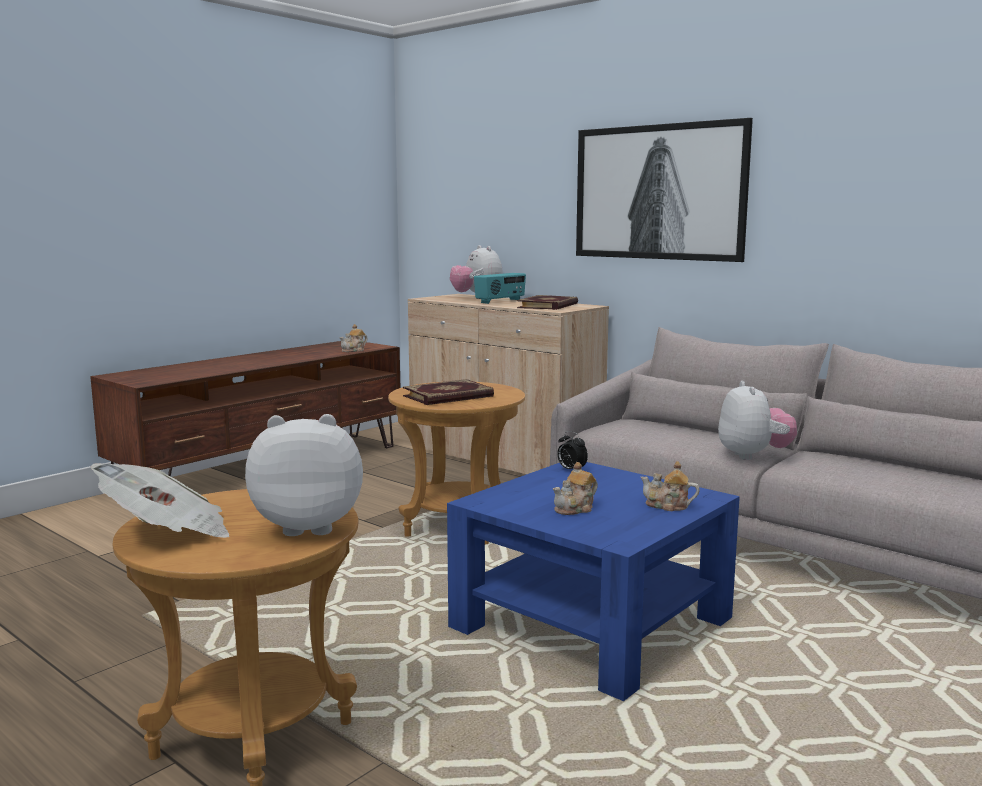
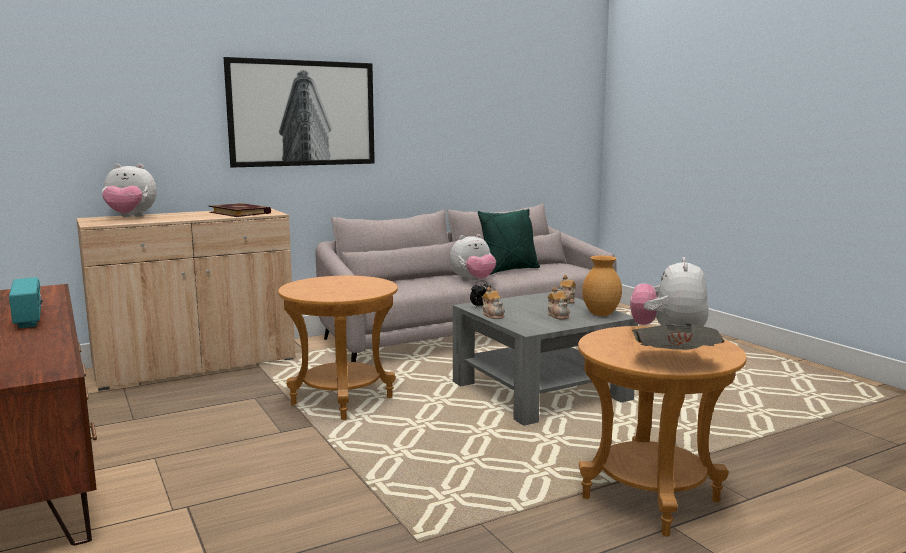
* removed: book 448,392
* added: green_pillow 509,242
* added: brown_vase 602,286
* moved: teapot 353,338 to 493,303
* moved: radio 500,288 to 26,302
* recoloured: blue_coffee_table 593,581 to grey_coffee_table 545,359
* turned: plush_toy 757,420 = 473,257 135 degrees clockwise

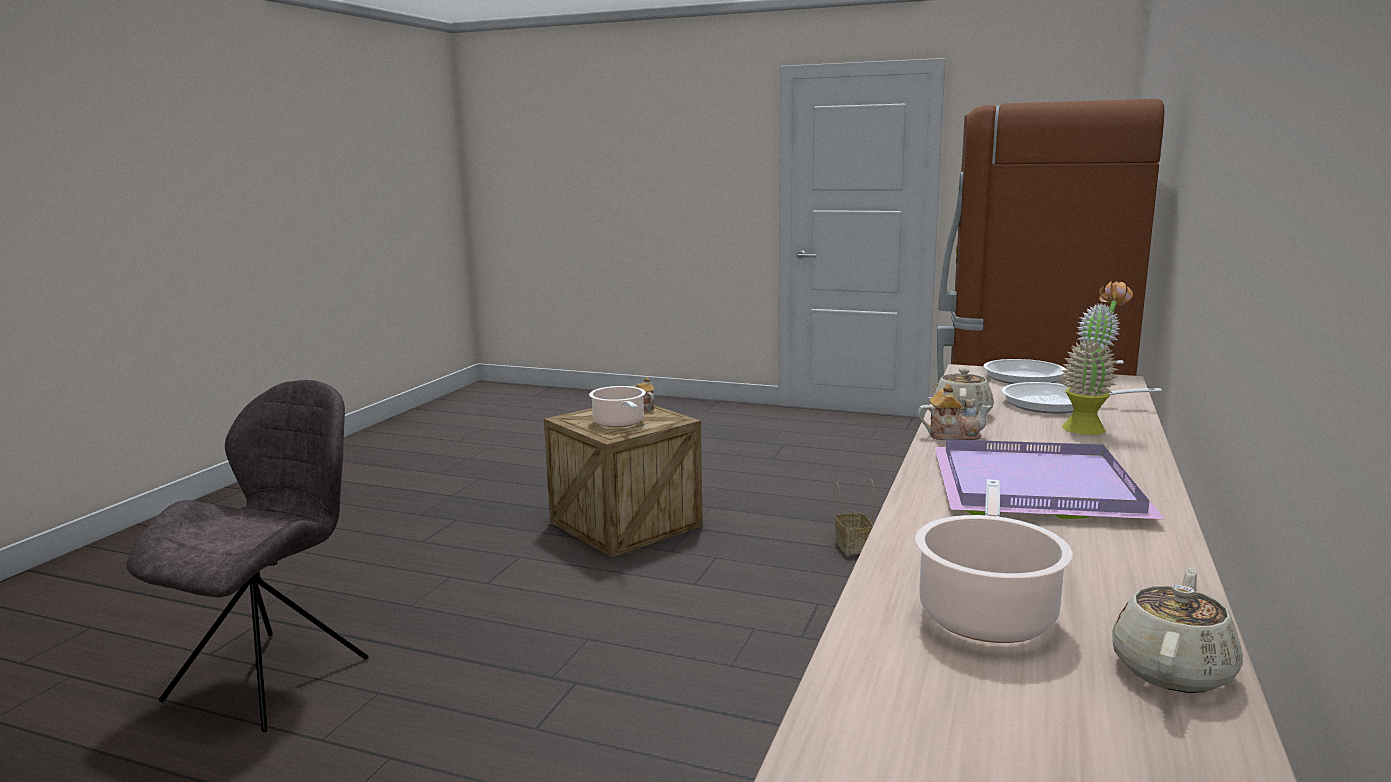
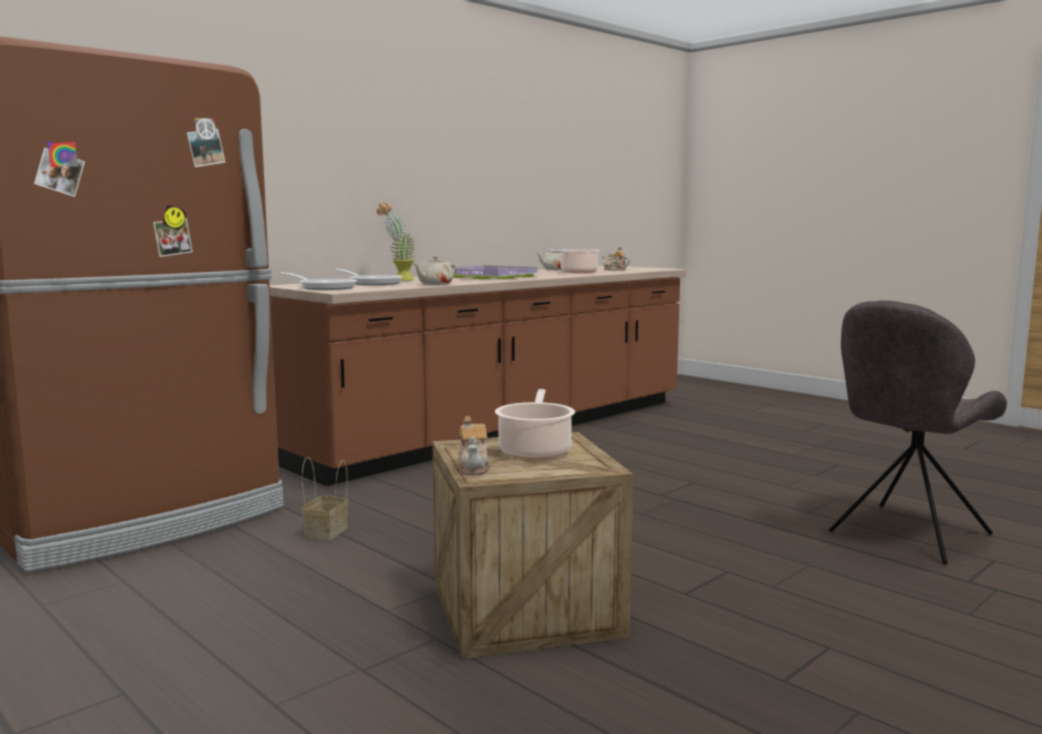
* moved: teapot 955,411 to 616,258

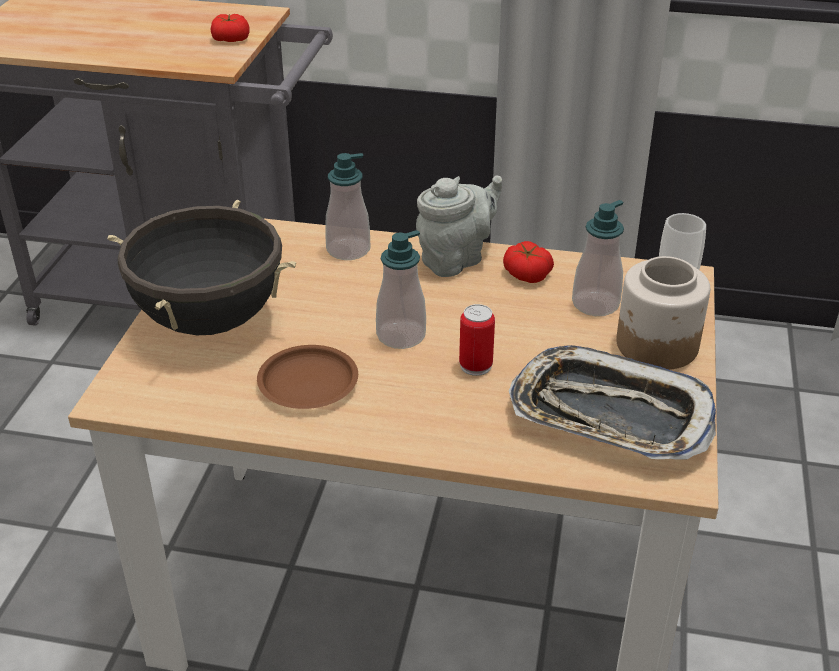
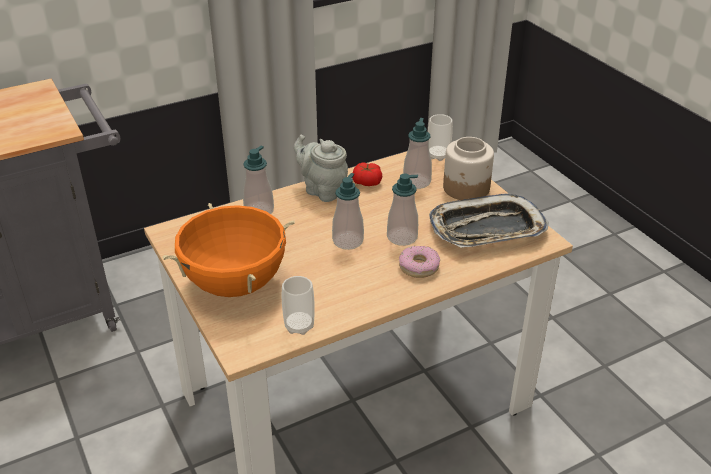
* removed: tomato 230,28
* removed: brown_plate 307,377
* added: cup 298,305
* added: donut 419,262
* replaced: can 477,340 to soap_dispenser 402,209
* recoloured: black_cooking_pot 202,267 to orange_cooking_pot 228,250
* turned: grey_teapot 459,226 = 321,168 60 degrees counterclockwise

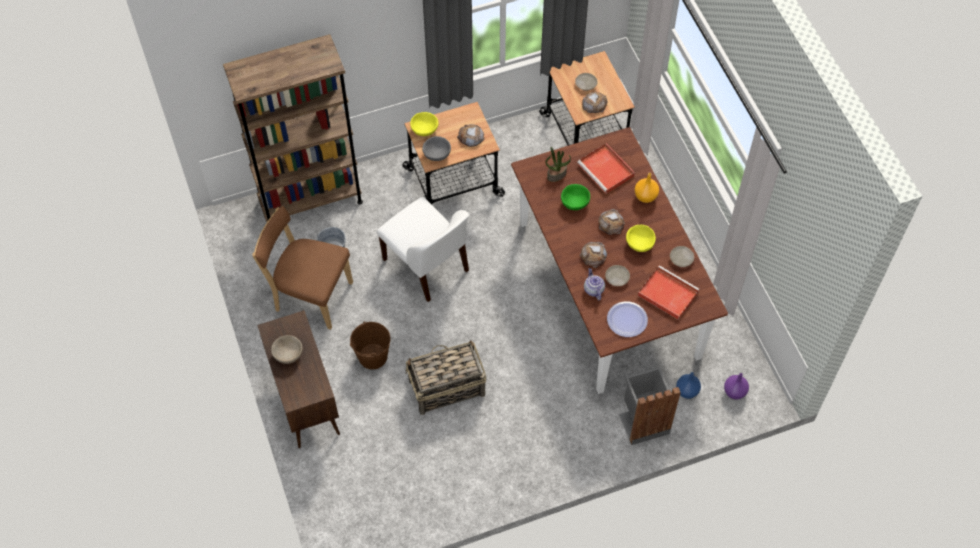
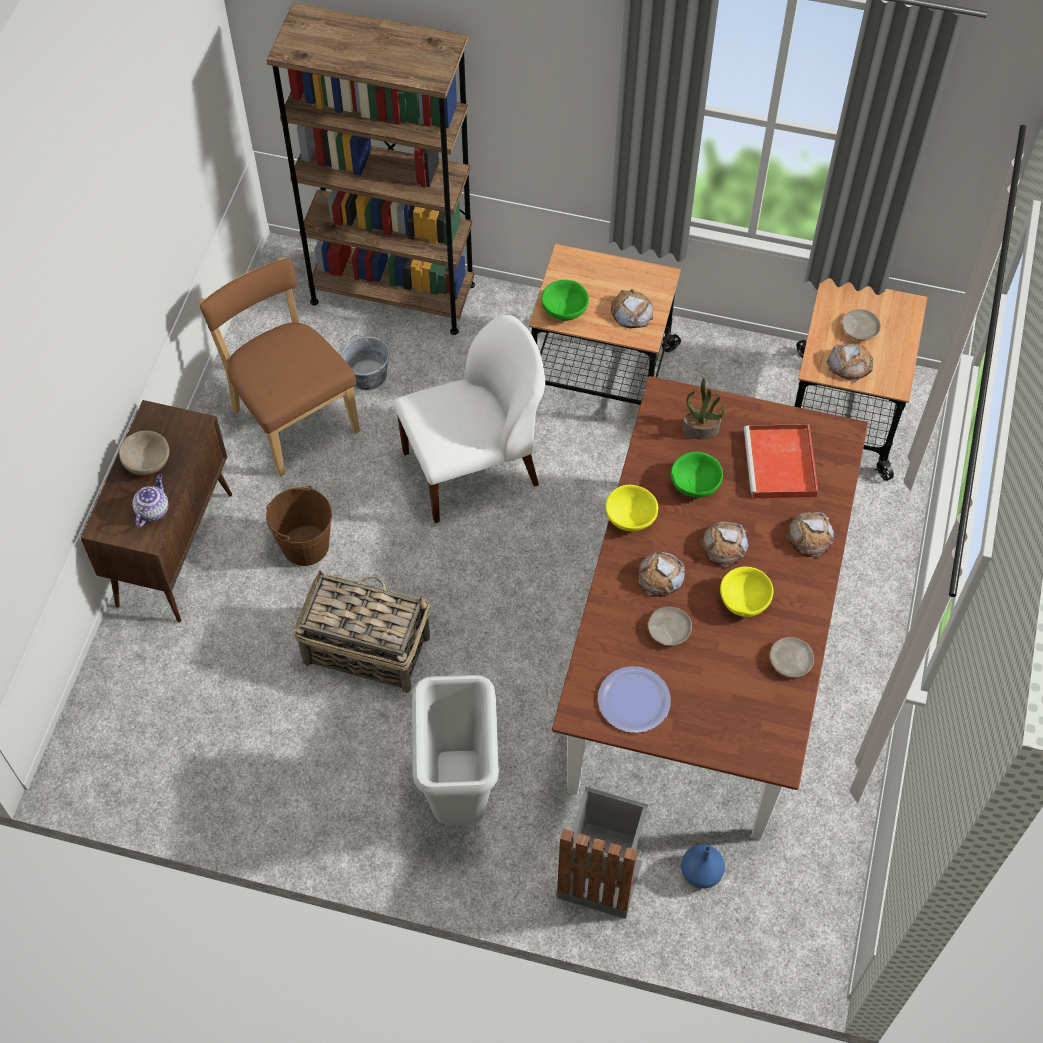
* removed: red_tray 669,292
* removed: purple_vase 736,386
* added: grey_trash_can 455,750
* moved: yellow_bowl 424,124 to 632,508
* moved: teapot 594,284 to 150,501
* replaced: orange_vase 647,188 to bread 810,535
* recoloured: grey_bowl 436,148 to green_bowl 565,300
* turned: white_chair 423,249 = 469,419 105 degrees counterclockwise

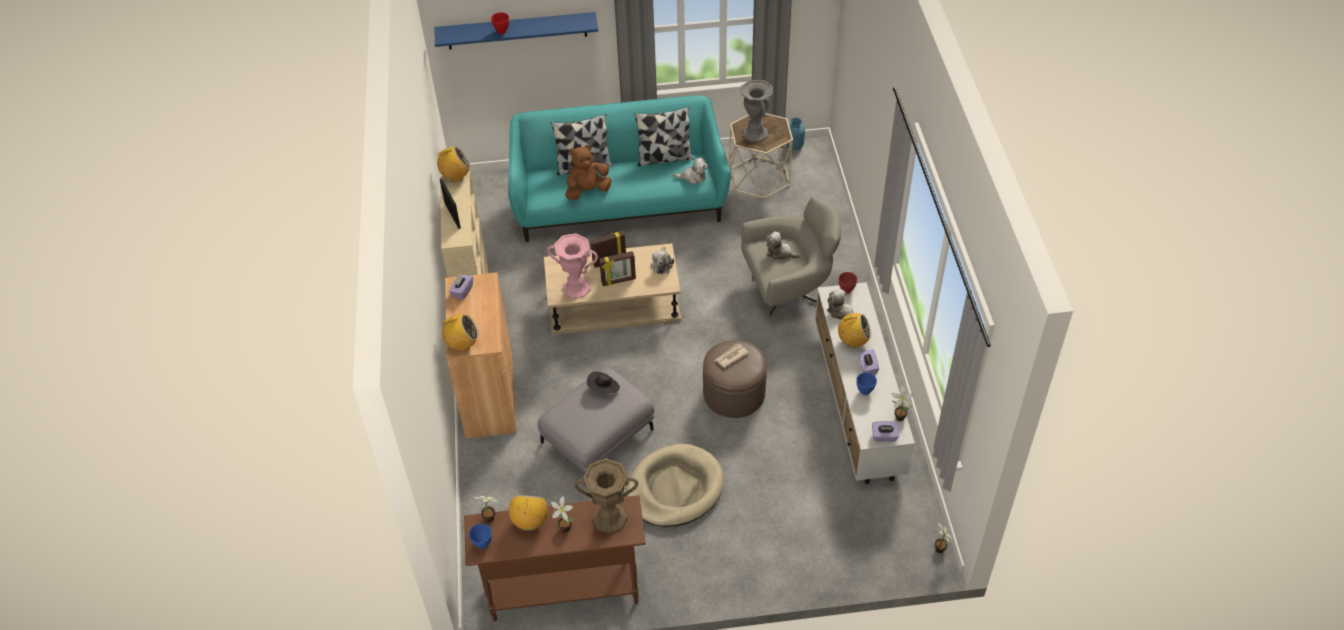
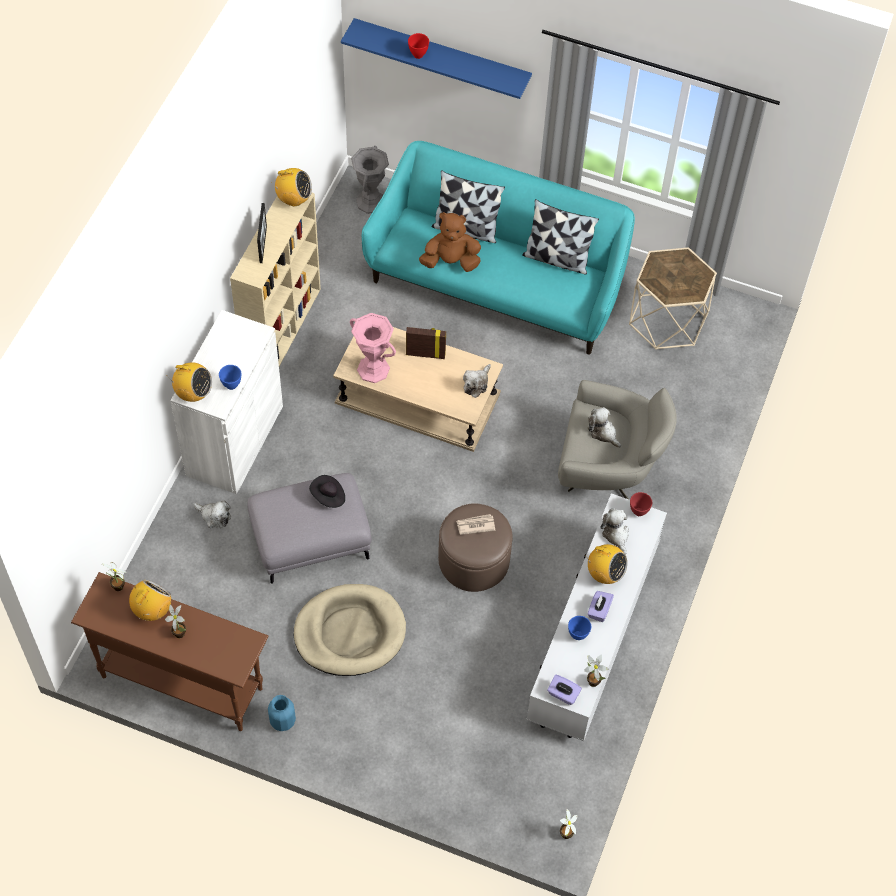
* removed: purple_tissue_box 461,287
* removed: brown_vase 606,496
* removed: picture_frame 617,268
* moved: blue_bowl 480,536 to 230,377
* moved: plush_toy 690,171 to 212,514
* moved: grey_vase 757,111 to 370,180
* moved: blue_vase 795,134 to 282,713
* recoloured: brown_cabinet 481,355 to white_cabinet 227,402

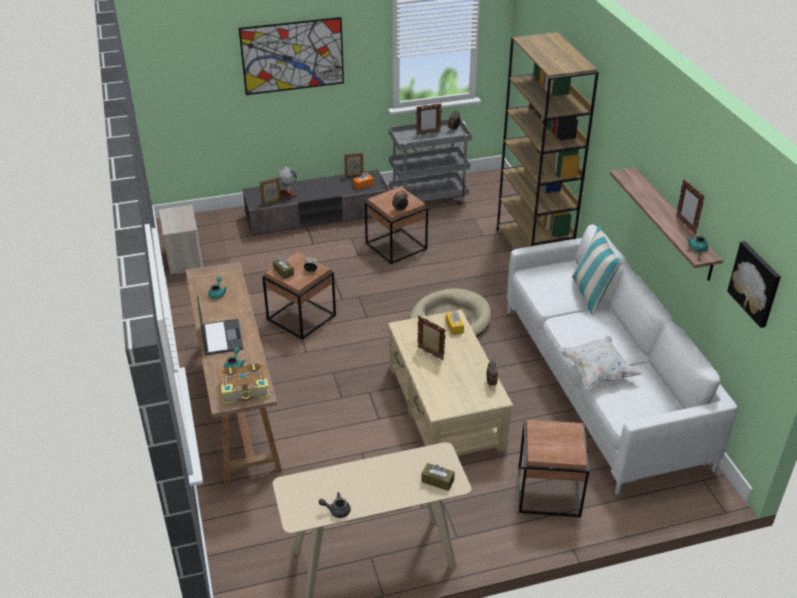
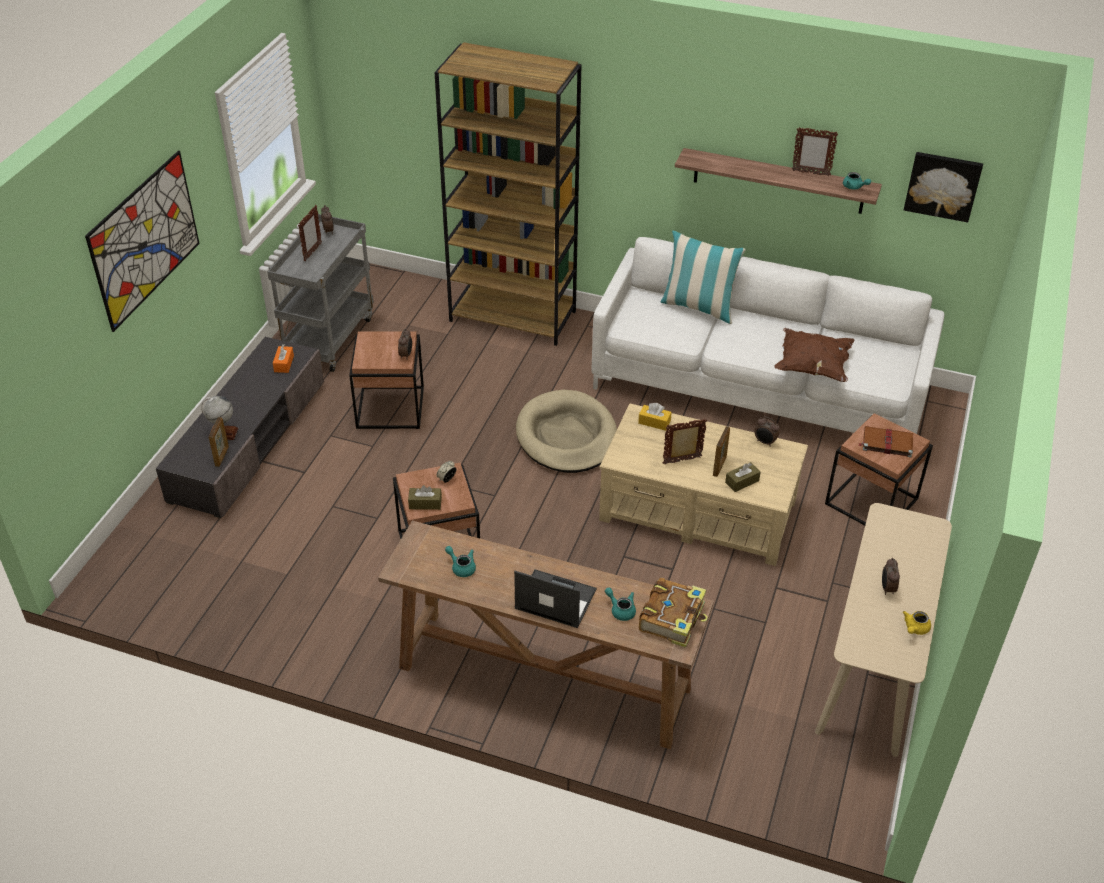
* removed: nightstand 181,240
* added: brown_book 885,441
* added: alarm_clock 891,576
* moved: picture_frame 353,165 to 721,451
* moved: brown_tissue_box 438,477 to 742,477
* recoloured: grey_teapot 335,505 to yellow_teapot 917,623
* recoloured: white_pillow 600,362 to brown_pillow 814,355

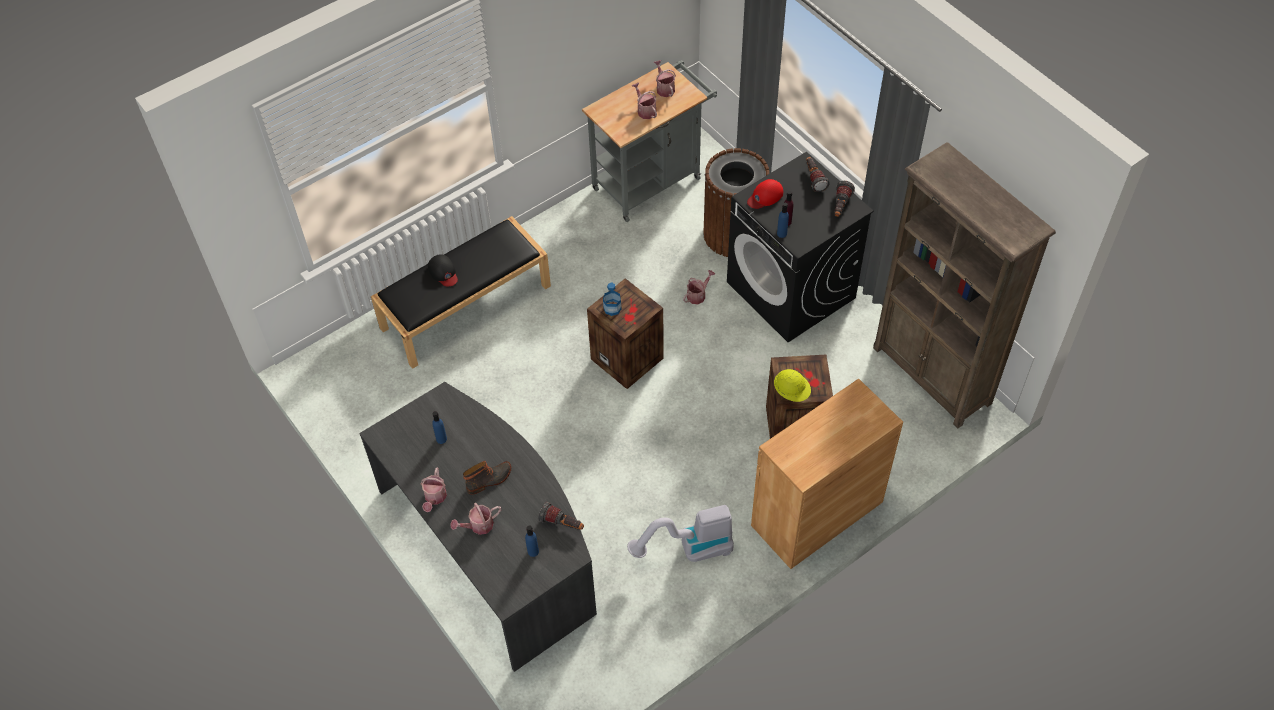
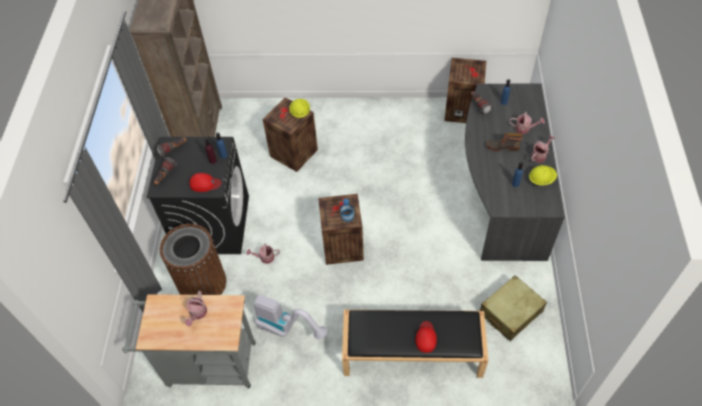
* removed: watering_can 665,78
* removed: brown_cabinet 827,474
* added: crate 465,90
* added: beige_suitcase 513,308
* added: yellow_hard_hat 543,175
* moved: vacuum_cleaner 680,533 to 290,317
* recoloured: black_cap 443,270 to red_cap 426,337

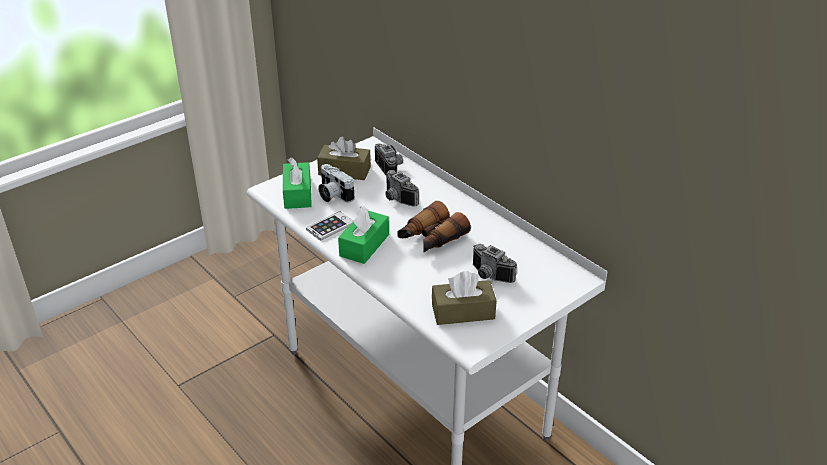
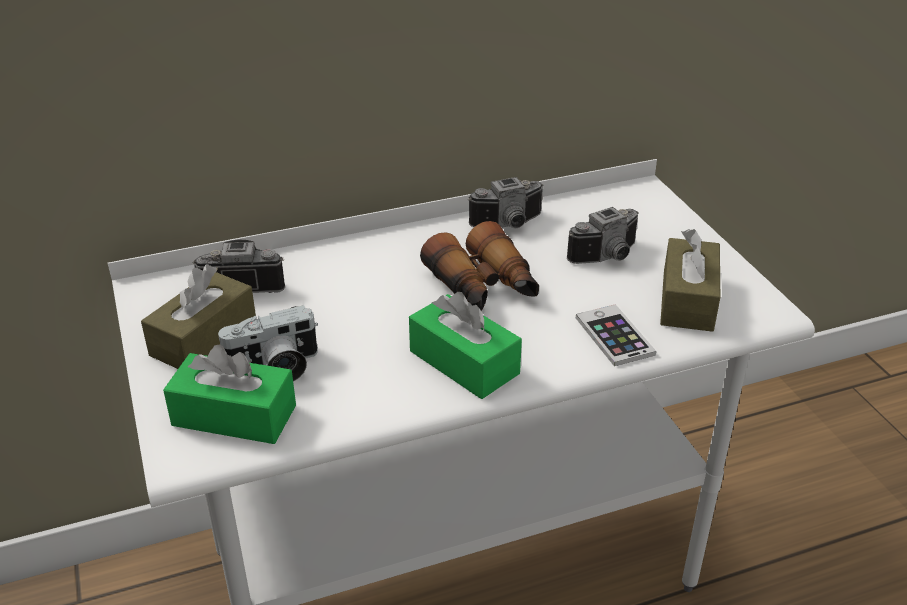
* moved: phone 329,226 to 616,335
* moved: photo_camera 402,188 to 506,203

